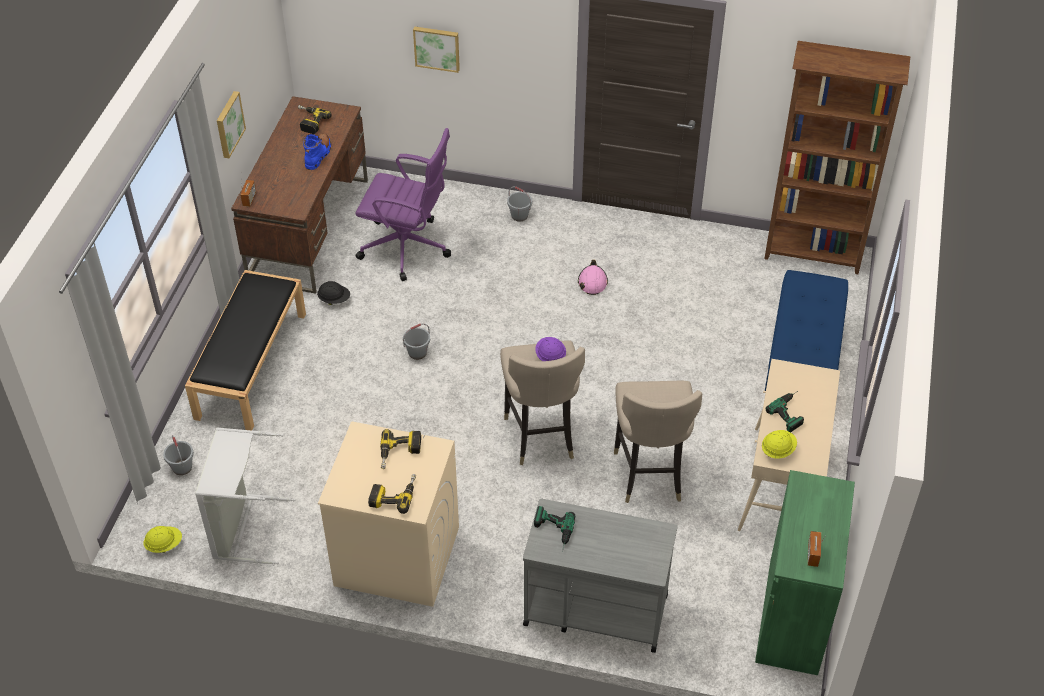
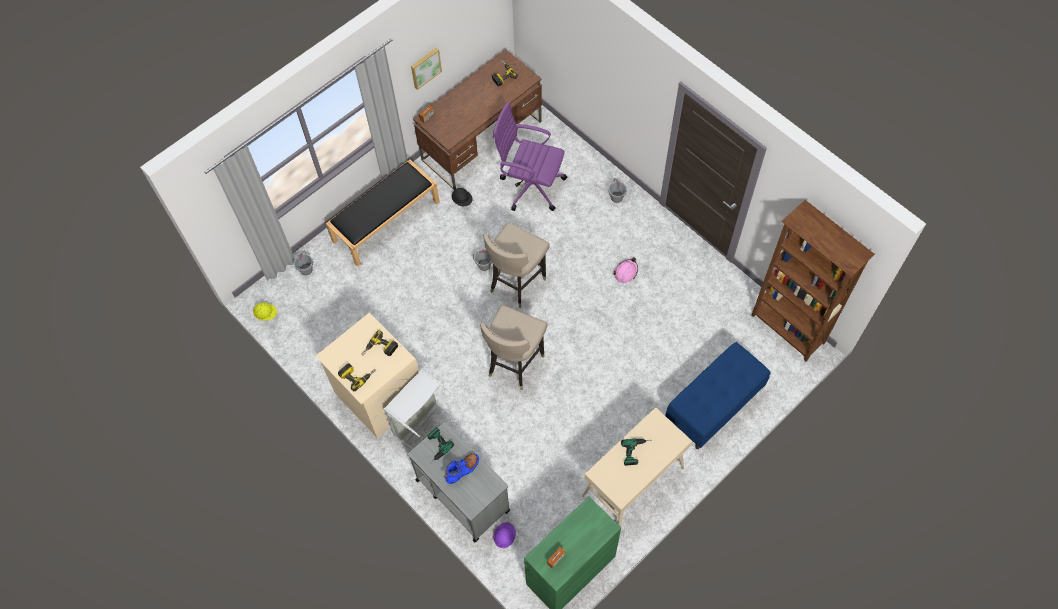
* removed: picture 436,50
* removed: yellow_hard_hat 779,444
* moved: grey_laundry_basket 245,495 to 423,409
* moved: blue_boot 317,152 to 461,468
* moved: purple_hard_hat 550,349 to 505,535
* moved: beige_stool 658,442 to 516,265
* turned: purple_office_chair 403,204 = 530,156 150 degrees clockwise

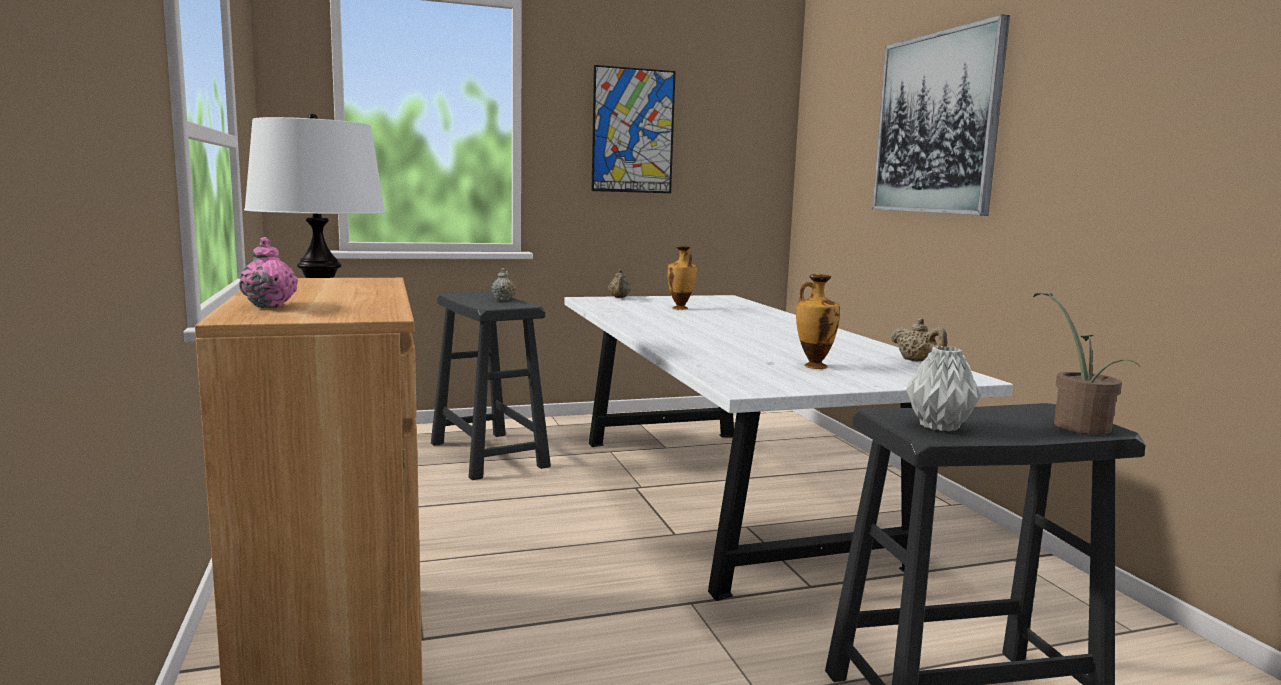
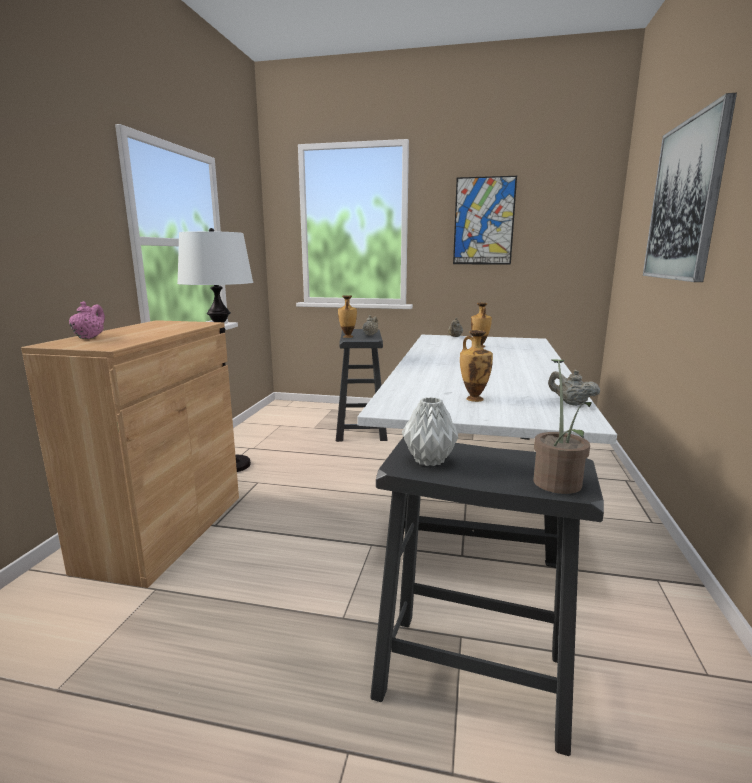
* added: vase 347,316
* turned: beige_teapot 919,339 = 574,388 135 degrees clockwise

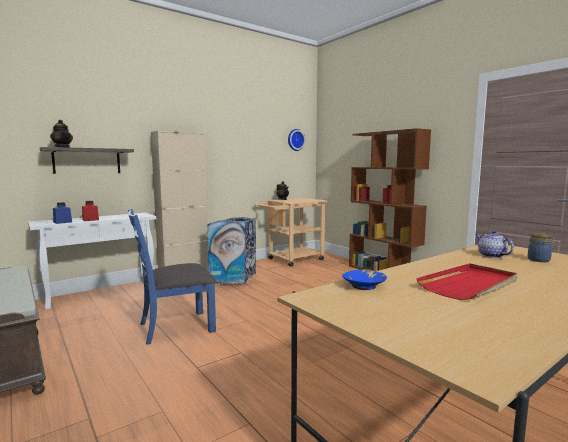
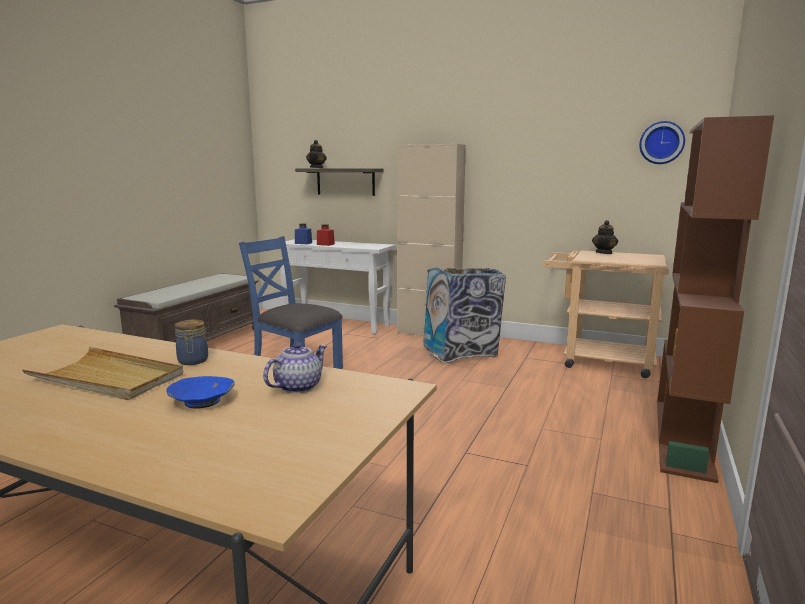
* moved: blue_bowl 364,279 to 200,392
* moved: jar 541,247 to 191,342
* recoloured: red_tray 466,281 to beige_tray 102,373

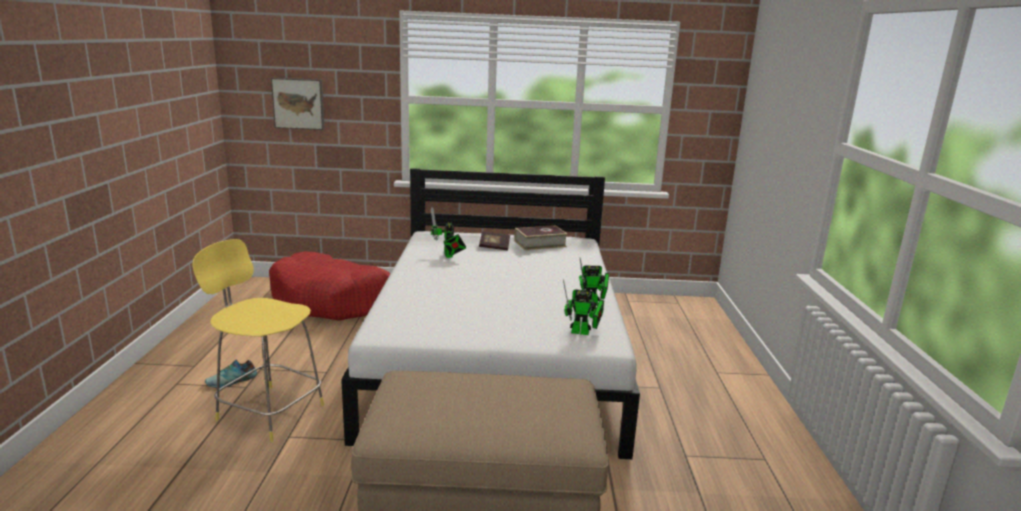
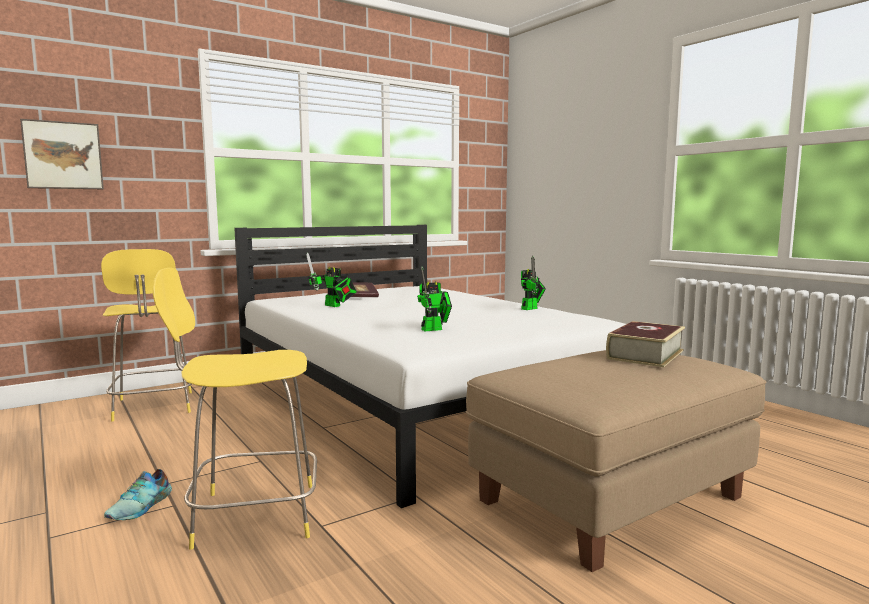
* moved: book 541,237 to 645,344
* moved: toy_robot 583,307 to 434,298
* replaced: red_dog_bed 329,285 to yellow_stool 146,335

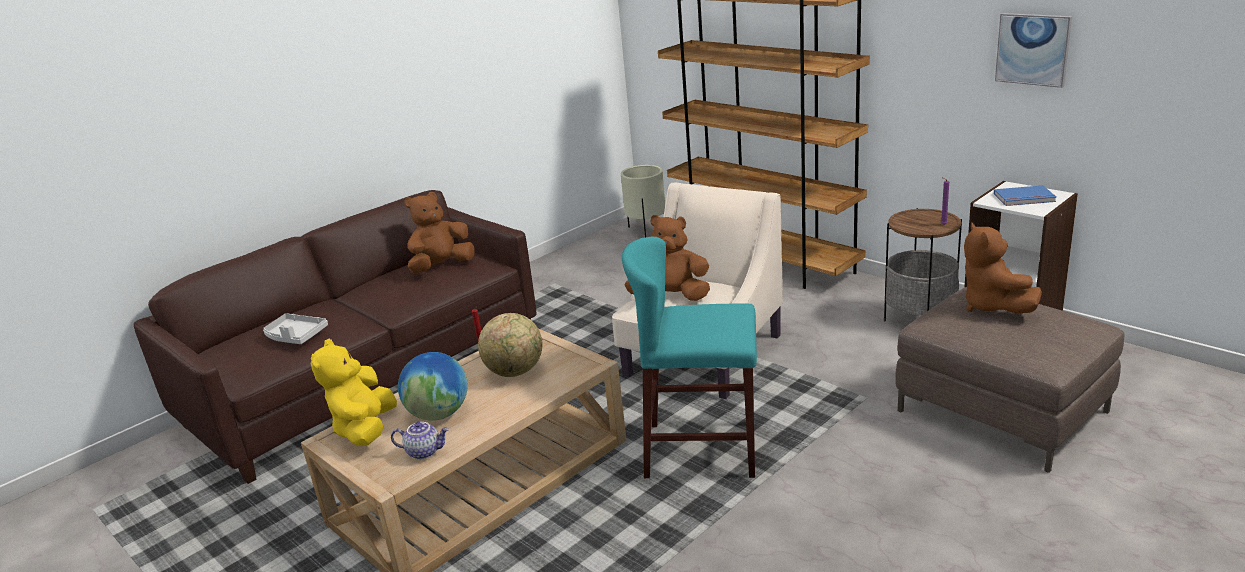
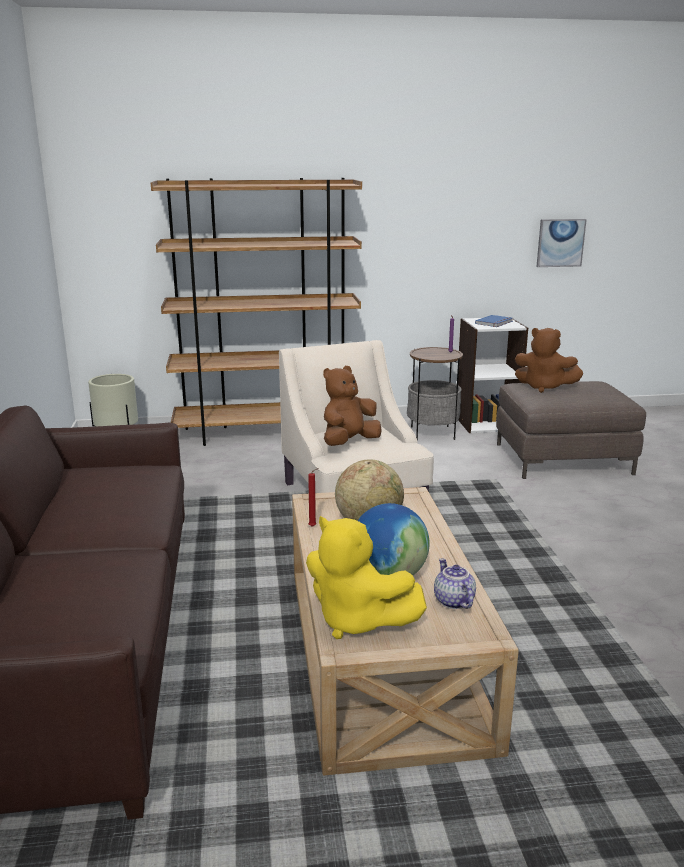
* removed: grey_tray 295,328
* removed: brown_plush_toy 440,232
* removed: turquoise_stool 689,357
* moved: picture 1033,50 to 561,243
* turned: teapot 420,440 = 455,583 60 degrees counterclockwise

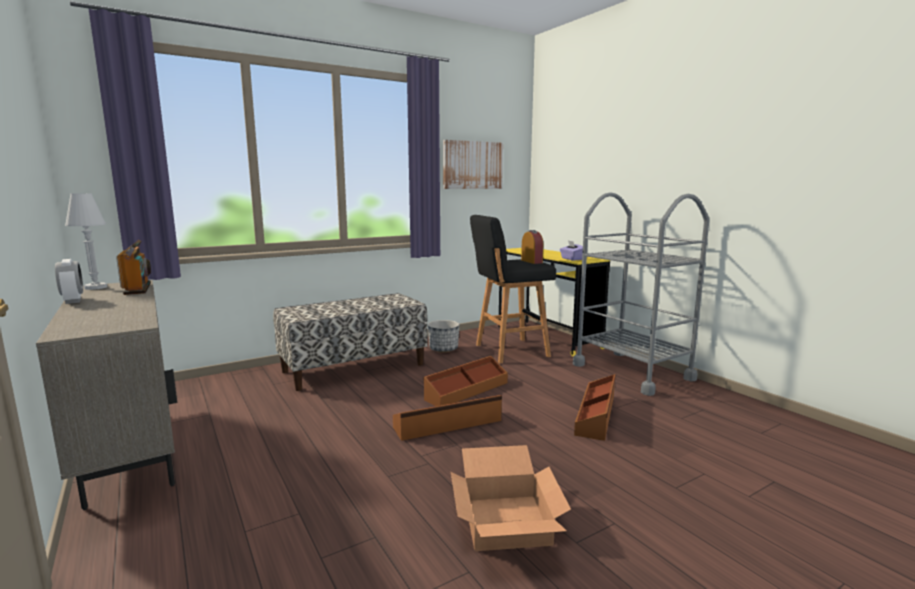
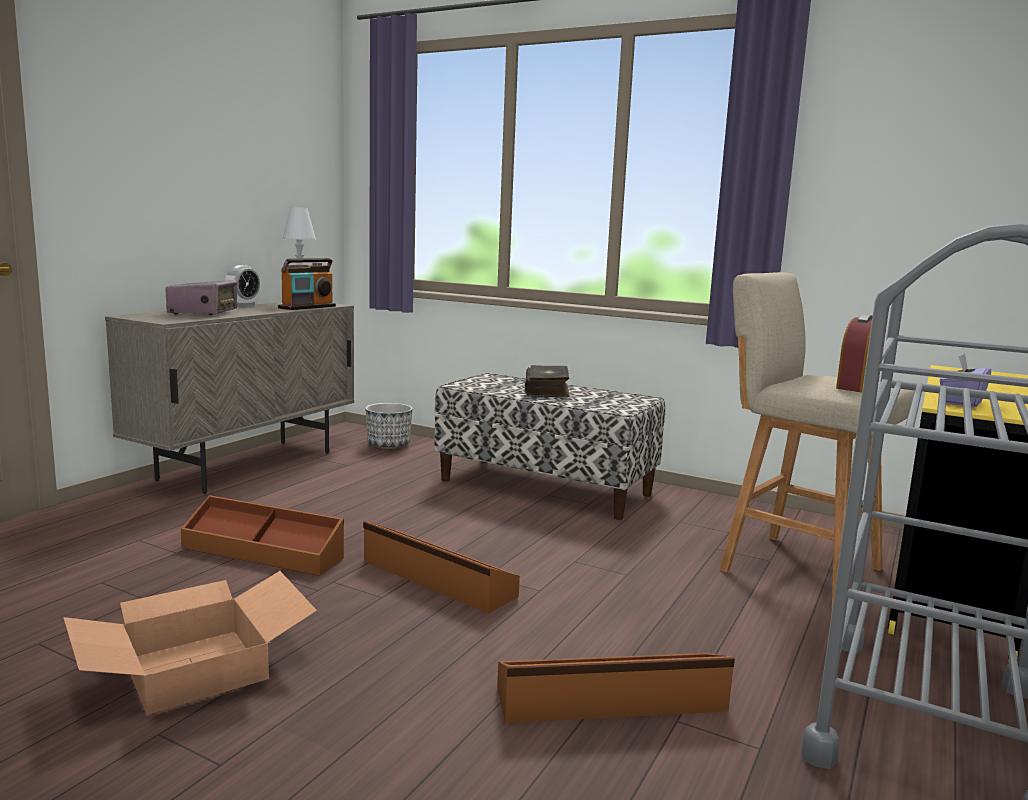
* removed: picture 473,164
* added: radio 201,297
* added: book 547,381
* moved: brown_storage_box 466,381 to 262,535
* moved: planter 443,336 to 389,426
* recoloured: black_stool 513,289 to beige_stool 816,439

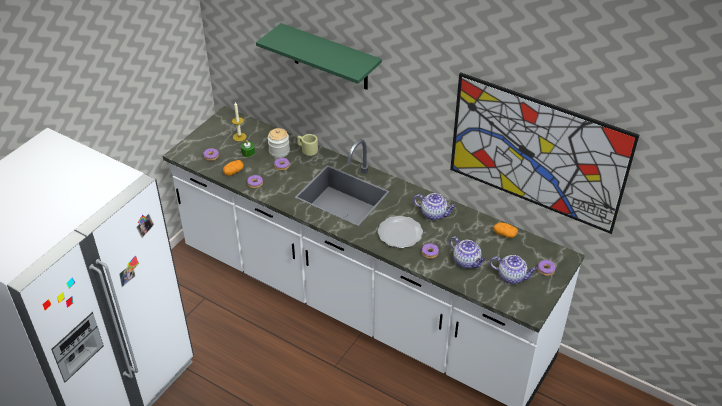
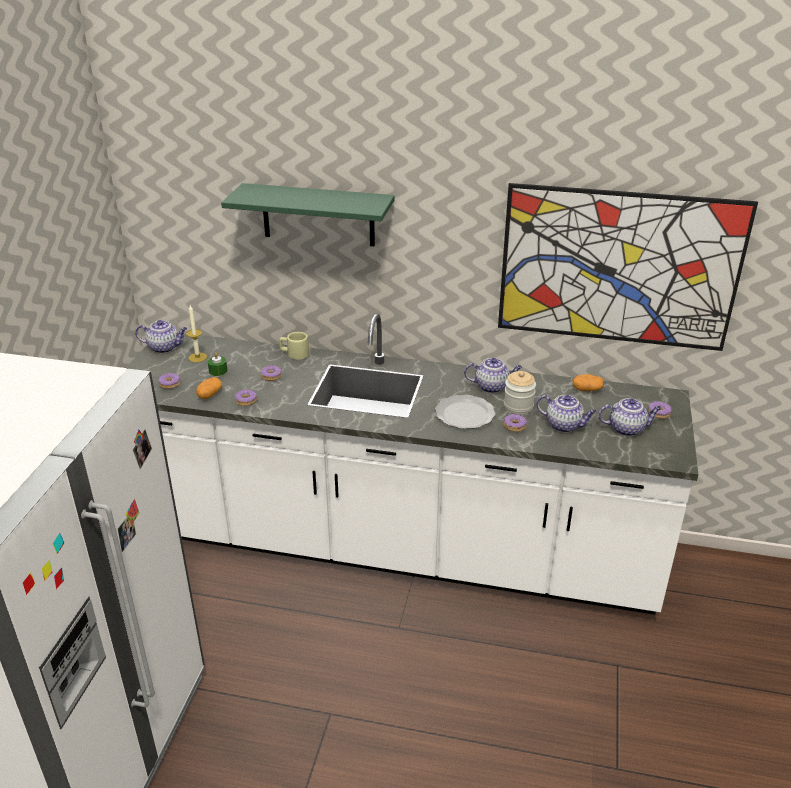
* added: teapot 161,336
* moved: jar 279,143 to 520,392

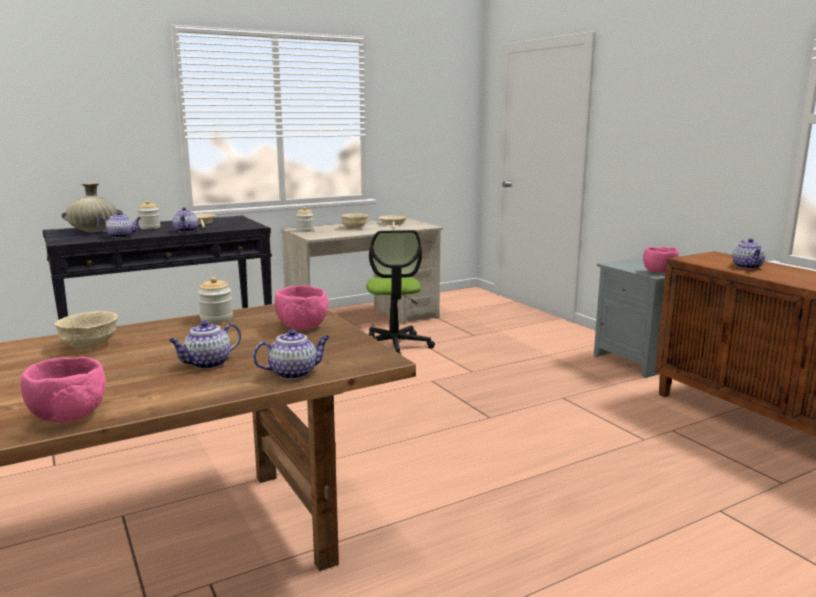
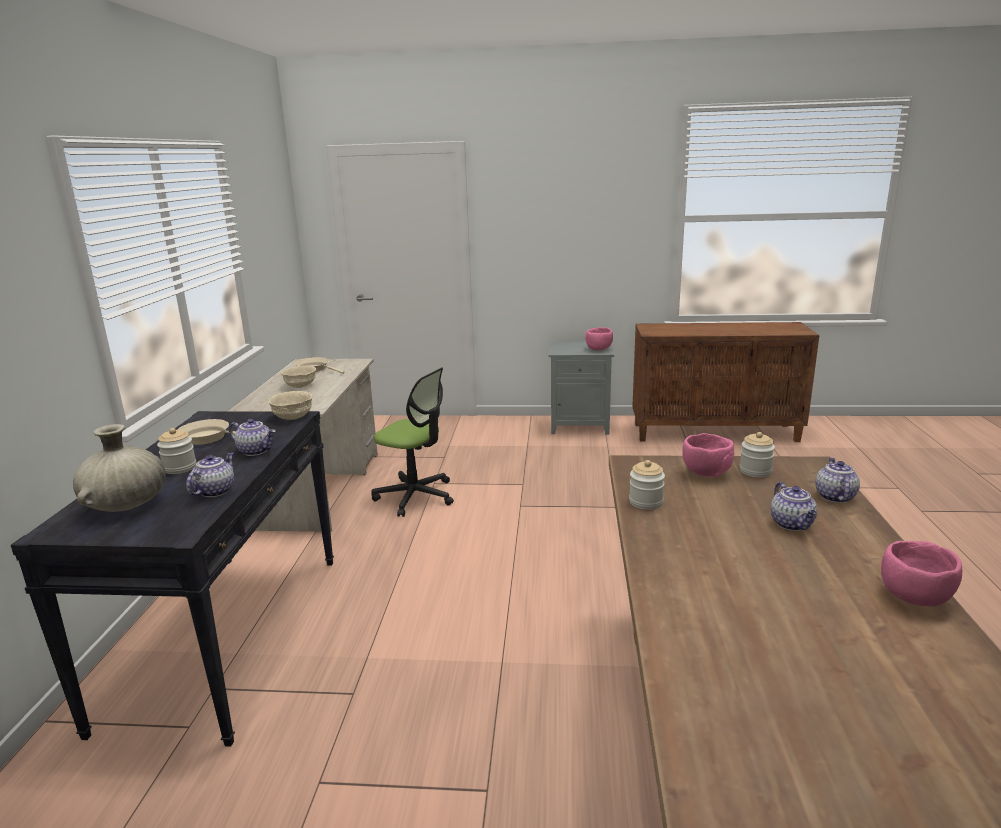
* removed: teapot 749,253
* moved: beige_bowl 86,330 to 291,405
* moved: jar 305,219 to 757,454

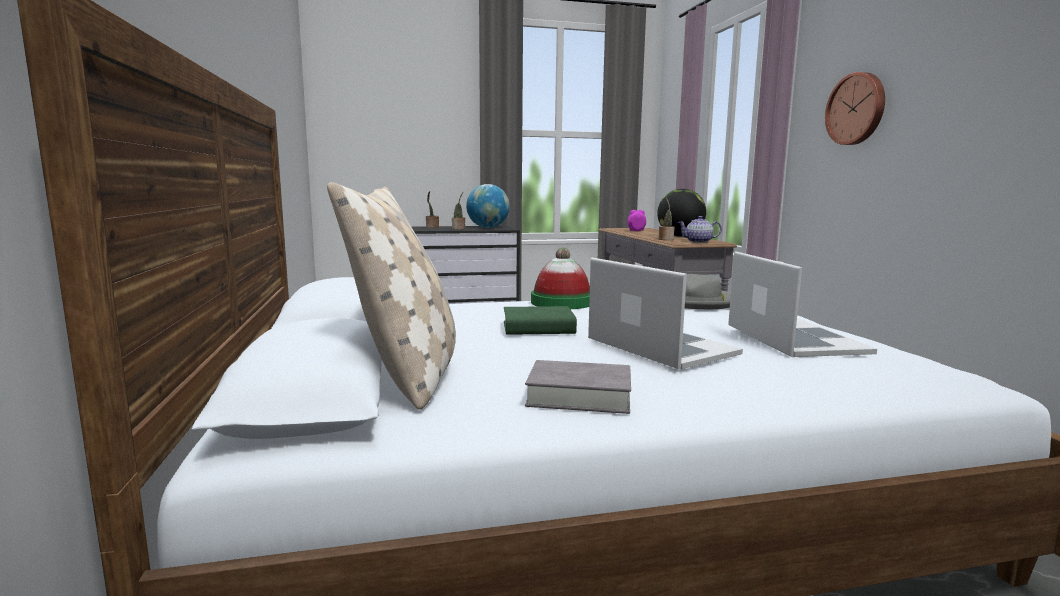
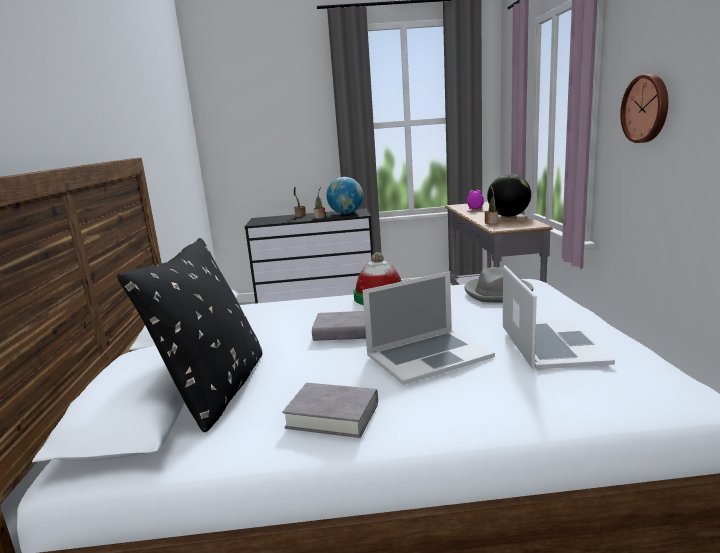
* removed: teapot 700,229
* recoloured: beige_pillow 391,296 to black_pillow 189,335
* recoloured: green_book 540,320 to grey_book 339,326
* turned: laptop 665,313 = 429,328 90 degrees clockwise

